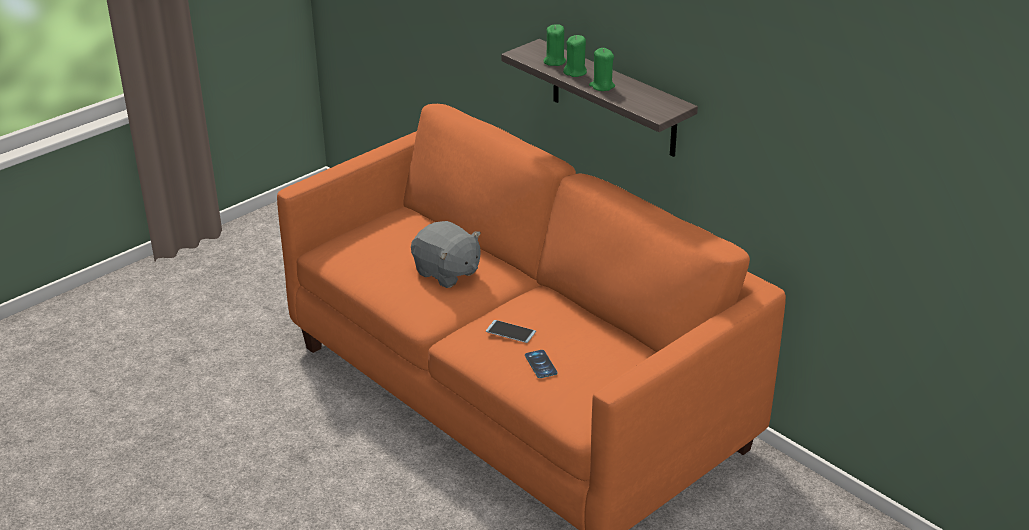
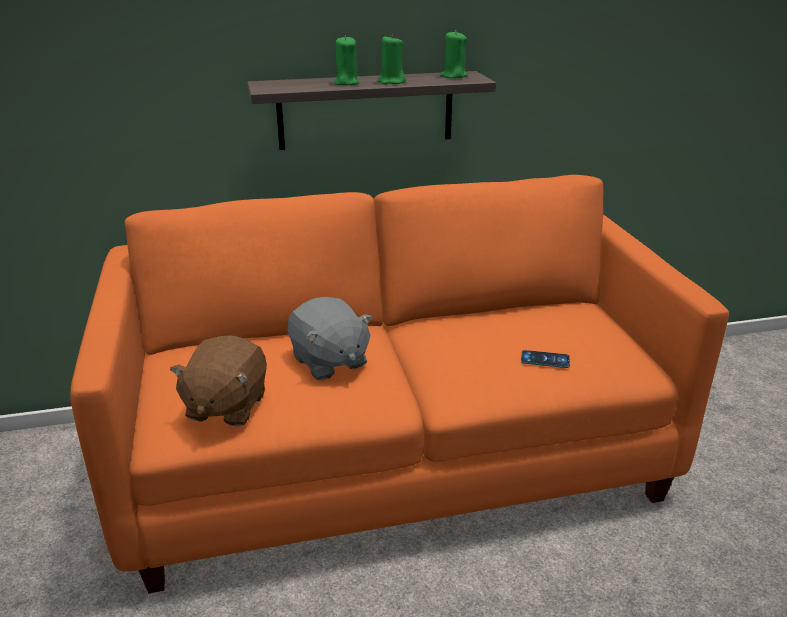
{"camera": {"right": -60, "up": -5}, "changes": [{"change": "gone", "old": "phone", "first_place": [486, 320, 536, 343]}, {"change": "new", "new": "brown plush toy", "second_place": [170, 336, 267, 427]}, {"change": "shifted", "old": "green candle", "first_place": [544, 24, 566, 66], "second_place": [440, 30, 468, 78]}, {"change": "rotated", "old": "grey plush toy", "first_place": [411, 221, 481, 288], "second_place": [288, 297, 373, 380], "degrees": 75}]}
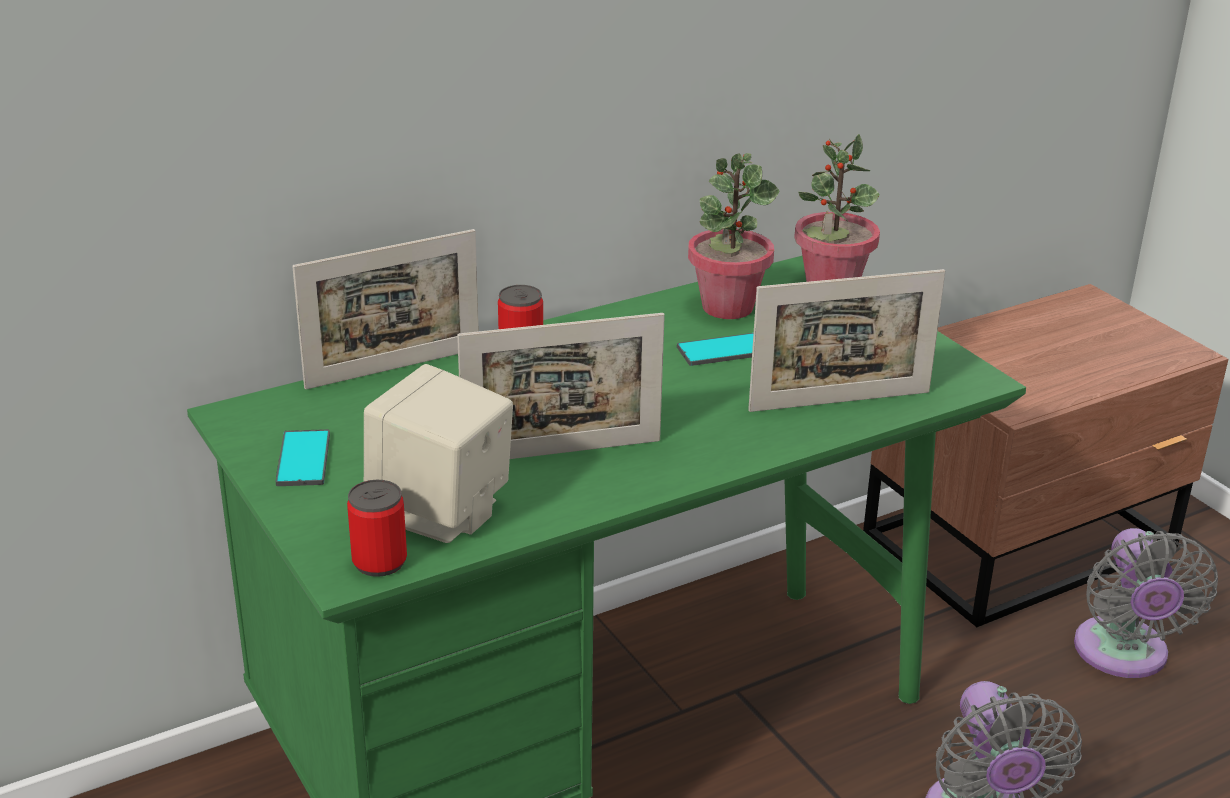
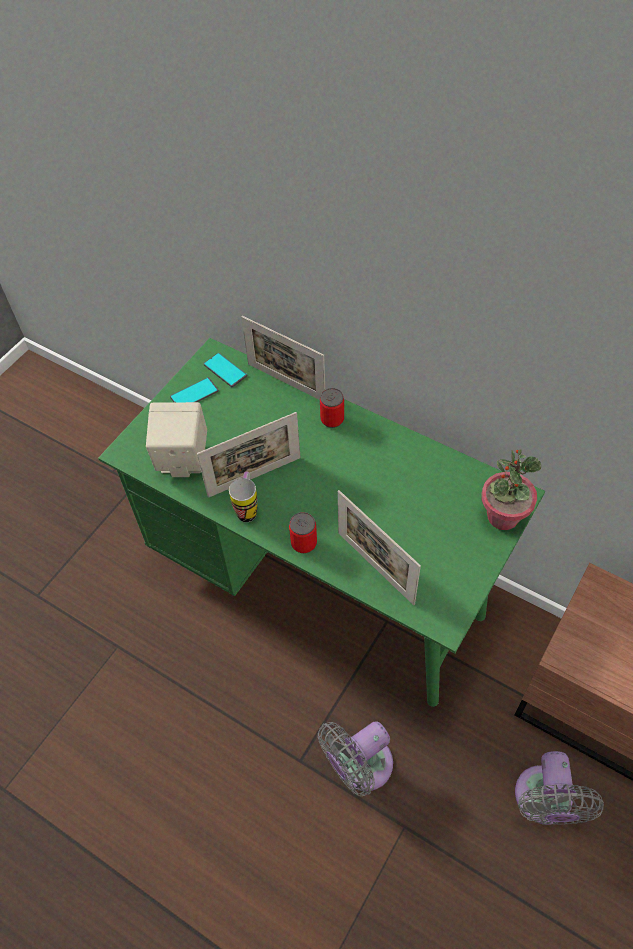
{"camera": {"right": 65, "up": 25}, "changes": [{"change": "gone", "old": "potted plant", "first_place": [688, 153, 779, 319]}, {"change": "new", "new": "mug", "second_place": [229, 472, 258, 522]}, {"change": "shifted", "old": "can", "first_place": [347, 480, 407, 577], "second_place": [289, 512, 317, 553]}, {"change": "shifted", "old": "phone", "first_place": [677, 333, 754, 366], "second_place": [203, 353, 247, 387]}, {"change": "rotated", "old": "picture frame", "first_place": [457, 313, 665, 459], "second_place": [197, 412, 301, 498], "degrees": -75}, {"change": "rotated", "old": "grey fan", "first_place": [1074, 528, 1218, 678], "second_place": [515, 751, 604, 825], "degrees": -60}]}
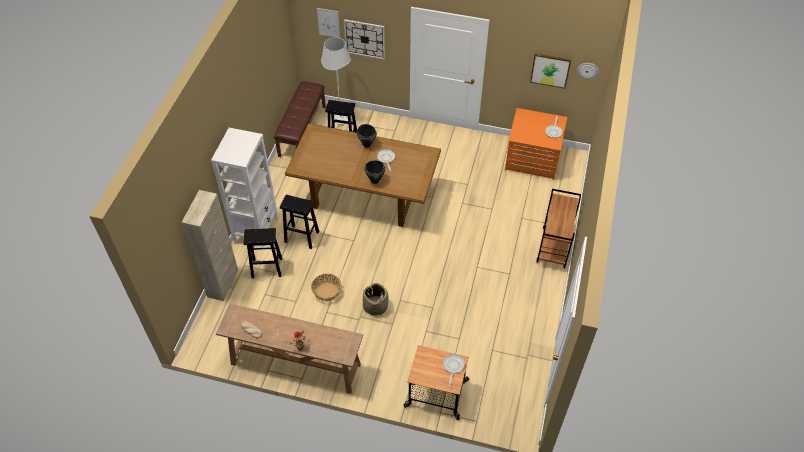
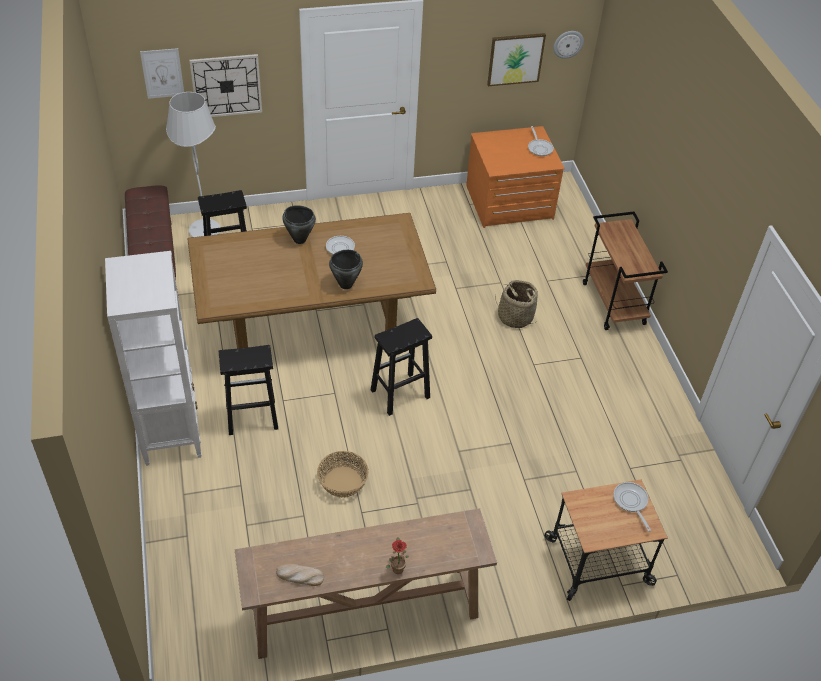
{"camera": {"right": -30, "up": -5}, "changes": [{"change": "gone", "old": "beige cabinet", "first_place": [181, 190, 238, 301]}, {"change": "shifted", "old": "black stool", "first_place": [244, 228, 282, 278], "second_place": [371, 318, 432, 416]}, {"change": "shifted", "old": "basket", "first_place": [363, 283, 389, 315], "second_place": [495, 280, 538, 328]}]}
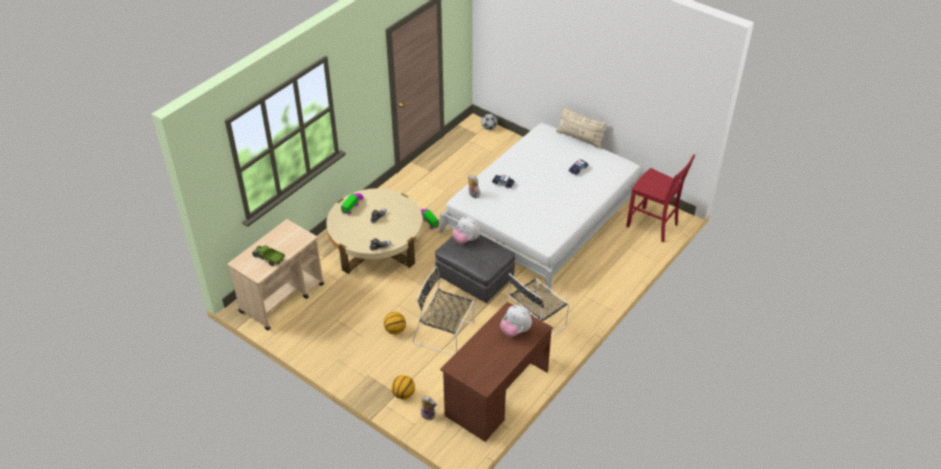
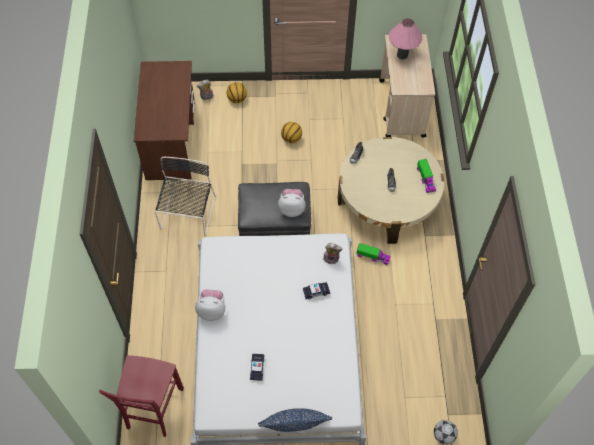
{"camera": {"right": 140, "up": 15}, "changes": [{"change": "gone", "old": "black chair", "first_place": [413, 267, 474, 356]}, {"change": "shifted", "old": "plush toy", "first_place": [500, 305, 532, 337], "second_place": [195, 290, 225, 321]}, {"change": "swapped", "old": "toy truck", "new": "pink table lamp", "first_place": [252, 245, 285, 266], "second_place": [389, 18, 422, 59]}, {"change": "repainted", "old": "beige pillow", "new": "blue pillow", "first_place": [556, 107, 607, 149], "second_place": [258, 408, 332, 432]}, {"change": "rotated", "old": "red chair", "first_place": [626, 154, 695, 242], "second_place": [99, 355, 184, 437], "degrees": -75}]}
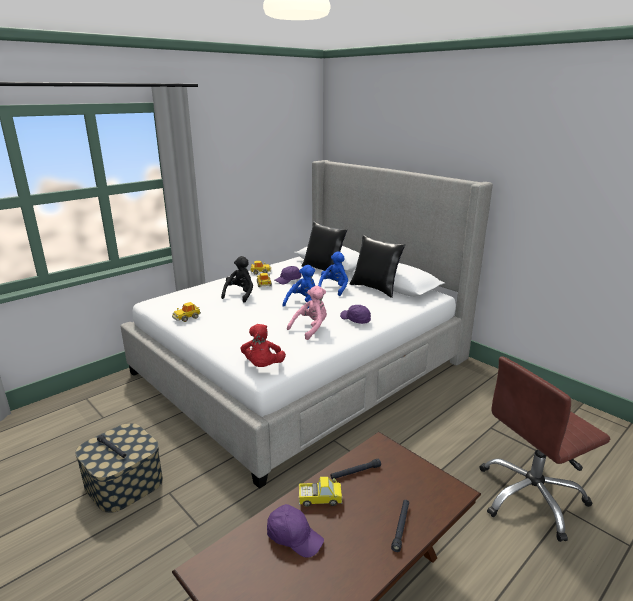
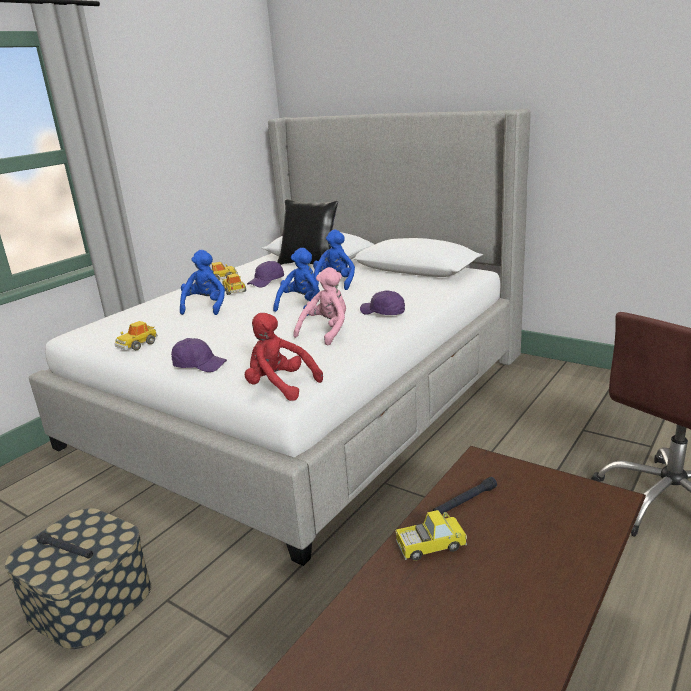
{"camera": {"right": -10, "up": 0}, "changes": [{"change": "gone", "old": "black pillow", "first_place": [350, 235, 405, 298]}, {"change": "gone", "old": "black flashlight", "first_place": [391, 500, 409, 552]}, {"change": "shifted", "old": "purple cap", "first_place": [267, 504, 324, 558], "second_place": [171, 338, 227, 372]}, {"change": "repainted", "old": "black plush toy", "new": "blue plush toy", "first_place": [221, 256, 253, 303], "second_place": [180, 250, 225, 315]}, {"change": "rotated", "old": "red plush toy", "first_place": [240, 324, 286, 367], "second_place": [245, 313, 323, 401], "degrees": 135}]}
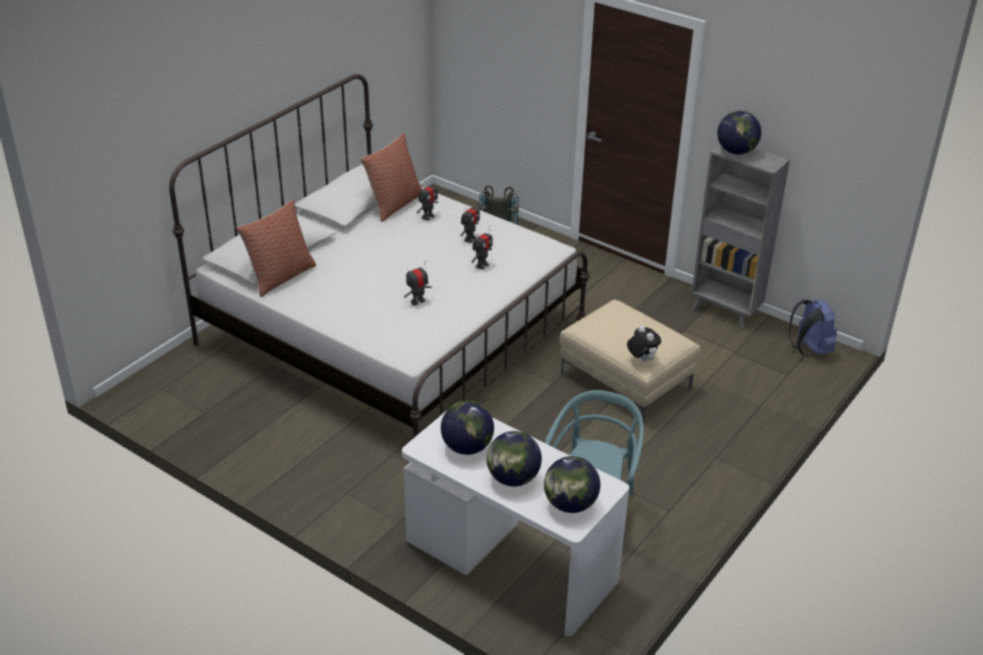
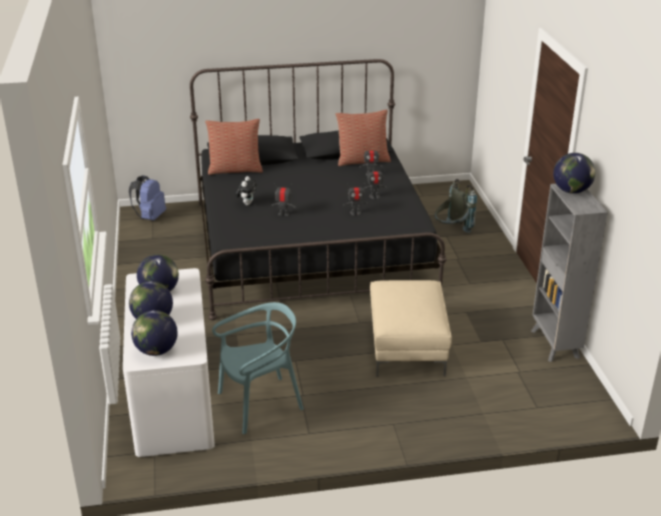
{"camera": {"right": 45, "up": -5}, "changes": [{"change": "shifted", "old": "plush toy", "first_place": [627, 326, 661, 362], "second_place": [235, 176, 257, 205]}, {"change": "shifted", "old": "blue backpack", "first_place": [789, 300, 837, 356], "second_place": [129, 175, 166, 221]}, {"change": "repainted", "old": "white bed", "new": "black bed", "first_place": [169, 74, 590, 438], "second_place": [190, 59, 447, 320]}]}
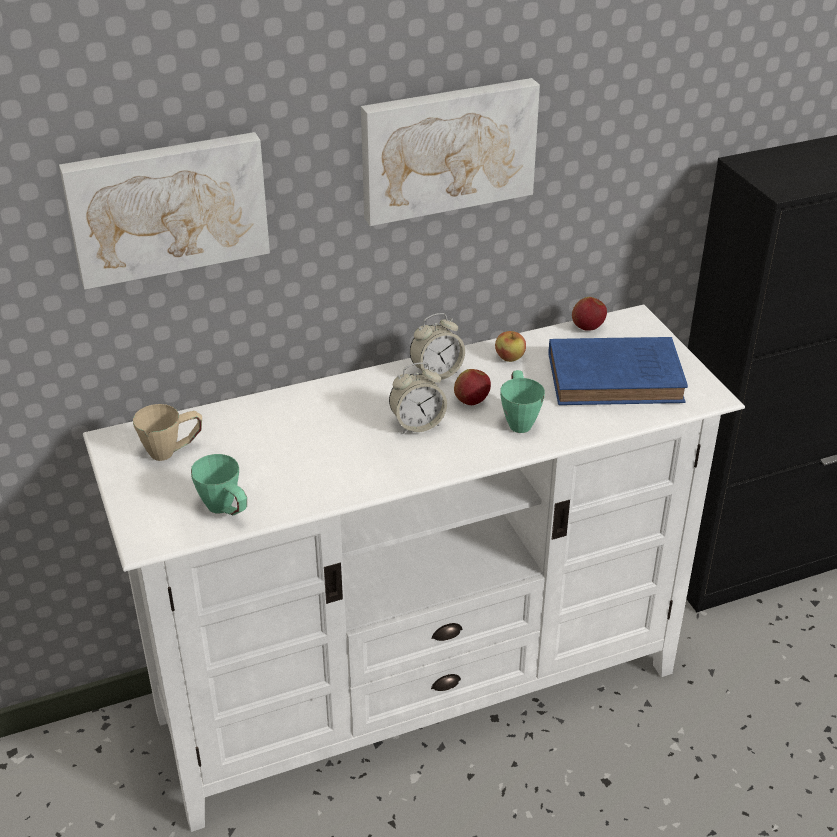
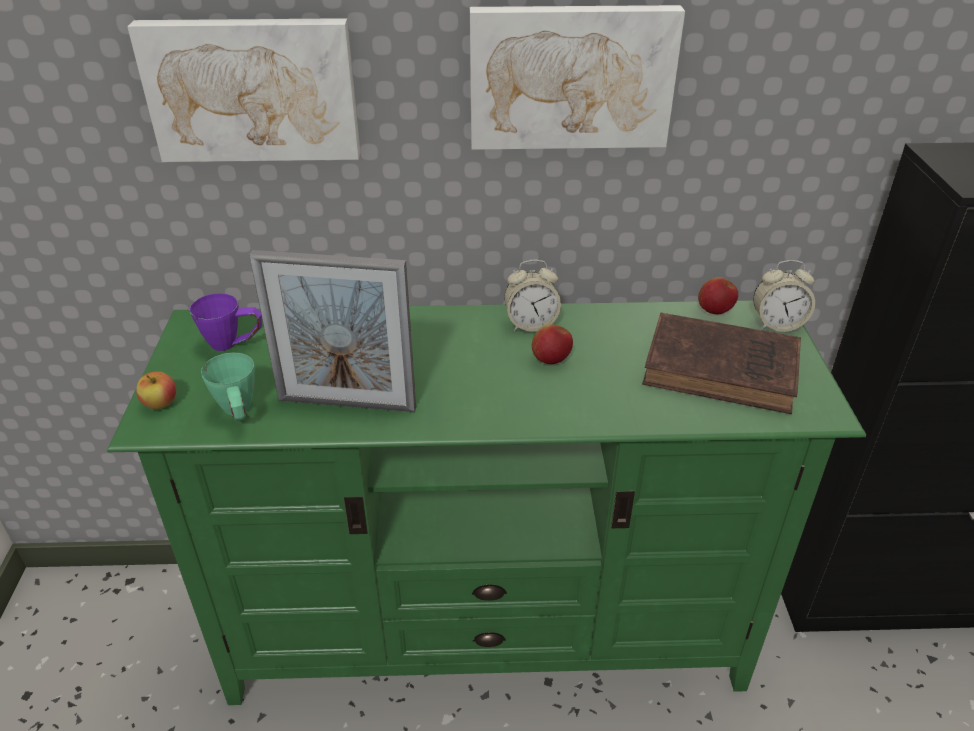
{"camera": {"right": 20, "up": 0}, "changes": [{"change": "gone", "old": "green mug", "first_place": [500, 370, 545, 433]}, {"change": "new", "new": "picture frame", "second_place": [249, 250, 416, 412]}, {"change": "shifted", "old": "alarm clock", "first_place": [389, 363, 447, 434], "second_place": [753, 260, 815, 332]}, {"change": "shifted", "old": "apple", "first_place": [495, 331, 526, 362], "second_place": [136, 372, 176, 409]}, {"change": "repainted", "old": "white tv stand", "new": "green tv stand", "first_place": [83, 304, 745, 832], "second_place": [107, 300, 866, 705]}, {"change": "repainted", "old": "beige mug", "new": "purple mug", "first_place": [133, 404, 202, 461], "second_place": [190, 293, 262, 351]}, {"change": "repainted", "old": "blue book", "new": "brown book", "first_place": [548, 337, 688, 405], "second_place": [642, 312, 801, 414]}]}
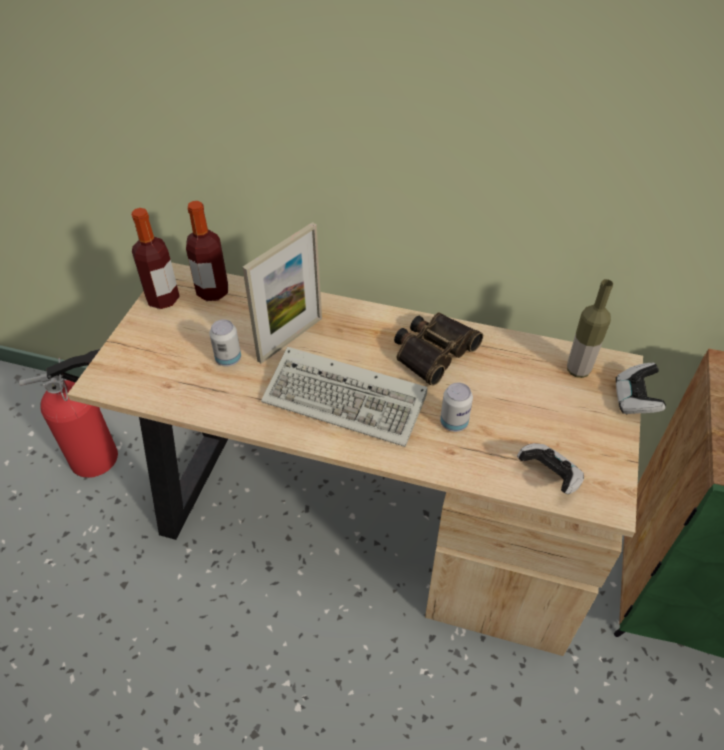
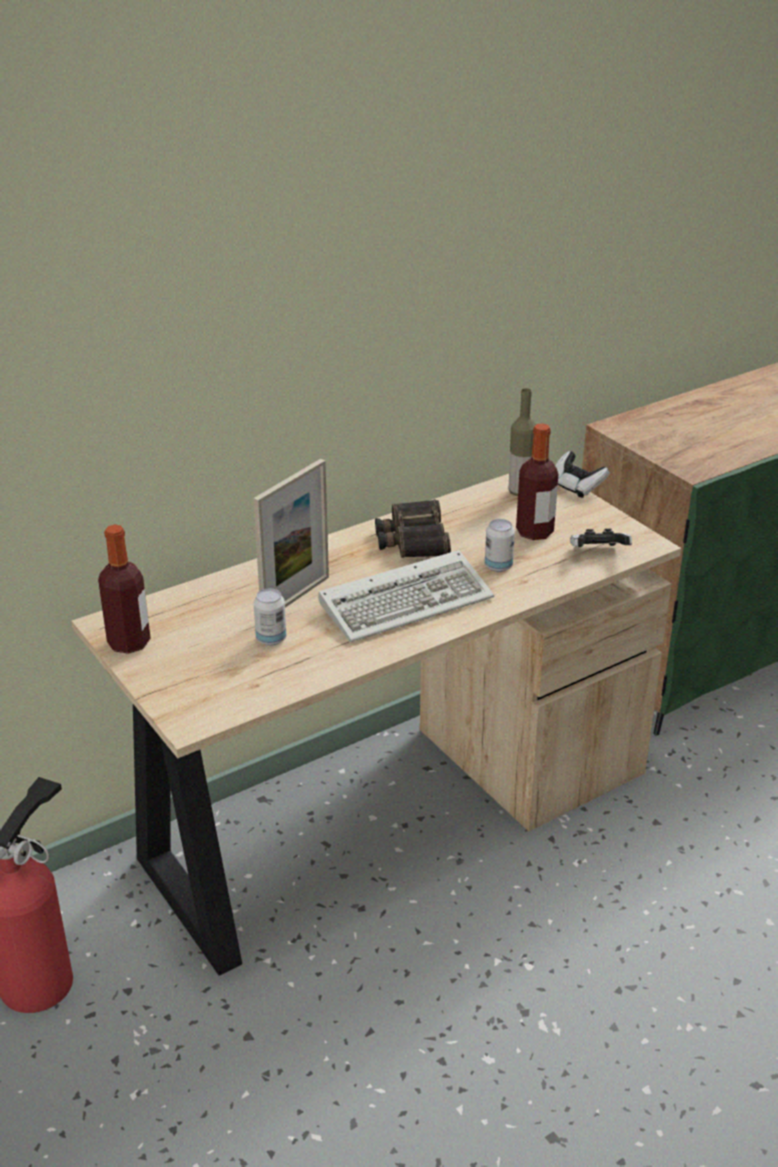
{"camera": {"right": -50, "up": -15}, "changes": [{"change": "shifted", "old": "bottle", "first_place": [186, 201, 228, 301], "second_place": [516, 423, 558, 540]}, {"change": "rotated", "old": "picture frame", "first_place": [242, 222, 322, 364], "second_place": [253, 459, 329, 608], "degrees": 45}]}
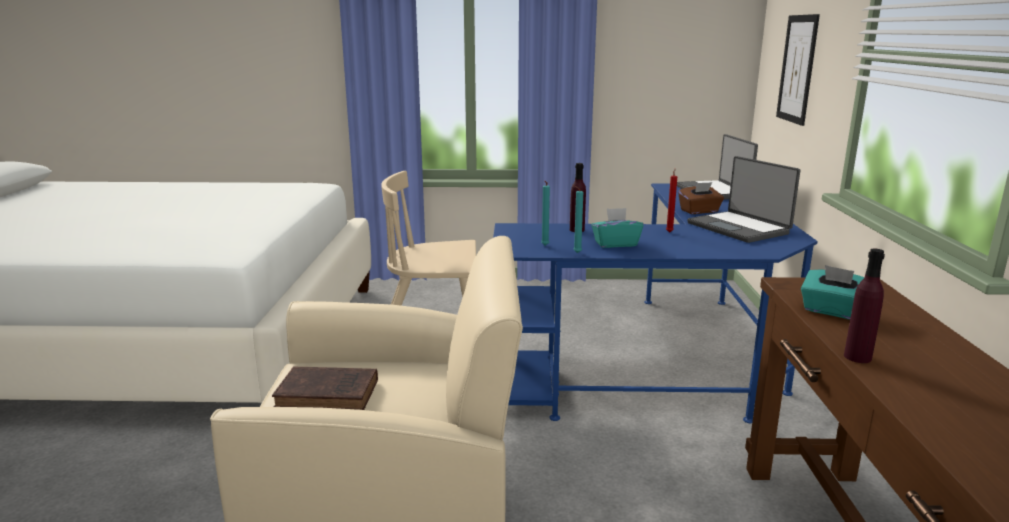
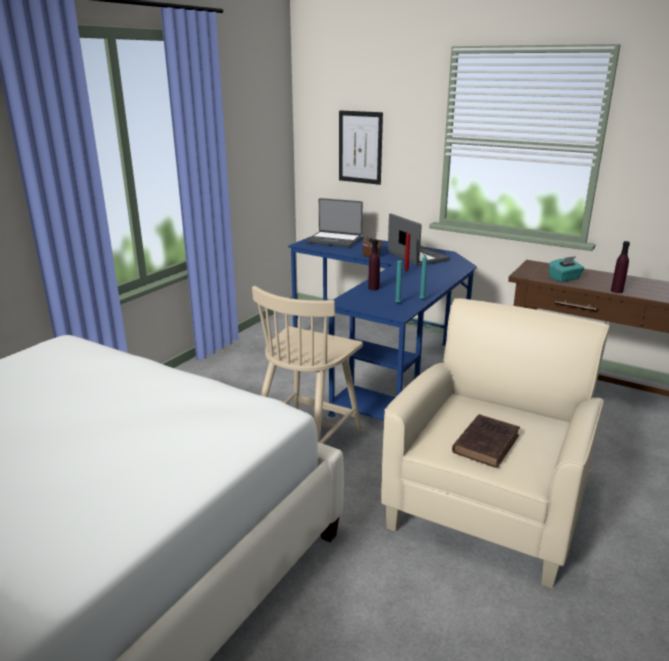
{"camera": {"right": -60, "up": 5}, "changes": [{"change": "gone", "old": "turquoise tissue box", "first_place": [591, 208, 644, 248]}, {"change": "rotated", "old": "laptop", "first_place": [687, 156, 800, 243], "second_place": [388, 214, 450, 266], "degrees": -120}]}
